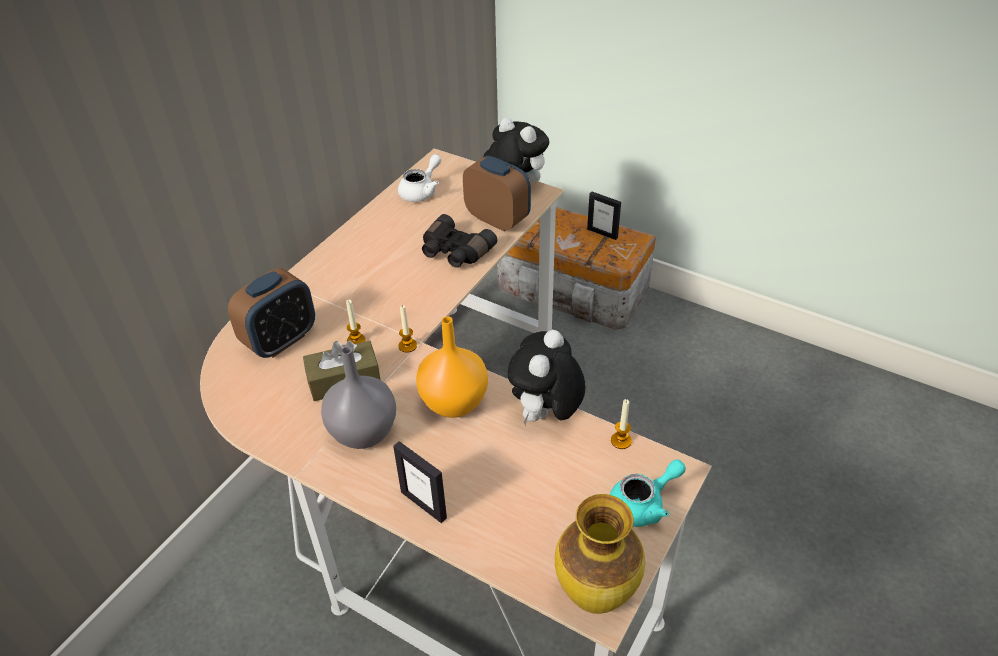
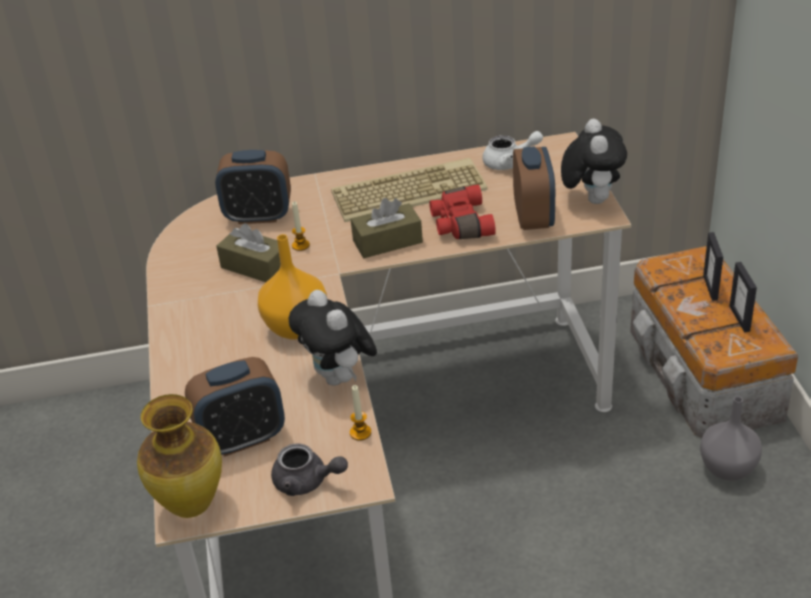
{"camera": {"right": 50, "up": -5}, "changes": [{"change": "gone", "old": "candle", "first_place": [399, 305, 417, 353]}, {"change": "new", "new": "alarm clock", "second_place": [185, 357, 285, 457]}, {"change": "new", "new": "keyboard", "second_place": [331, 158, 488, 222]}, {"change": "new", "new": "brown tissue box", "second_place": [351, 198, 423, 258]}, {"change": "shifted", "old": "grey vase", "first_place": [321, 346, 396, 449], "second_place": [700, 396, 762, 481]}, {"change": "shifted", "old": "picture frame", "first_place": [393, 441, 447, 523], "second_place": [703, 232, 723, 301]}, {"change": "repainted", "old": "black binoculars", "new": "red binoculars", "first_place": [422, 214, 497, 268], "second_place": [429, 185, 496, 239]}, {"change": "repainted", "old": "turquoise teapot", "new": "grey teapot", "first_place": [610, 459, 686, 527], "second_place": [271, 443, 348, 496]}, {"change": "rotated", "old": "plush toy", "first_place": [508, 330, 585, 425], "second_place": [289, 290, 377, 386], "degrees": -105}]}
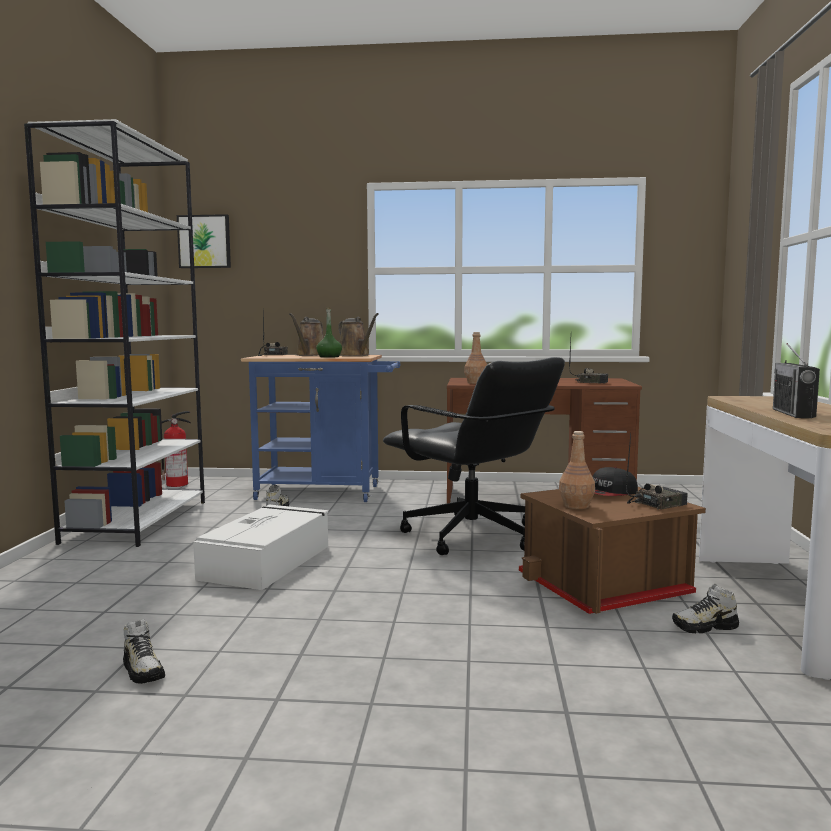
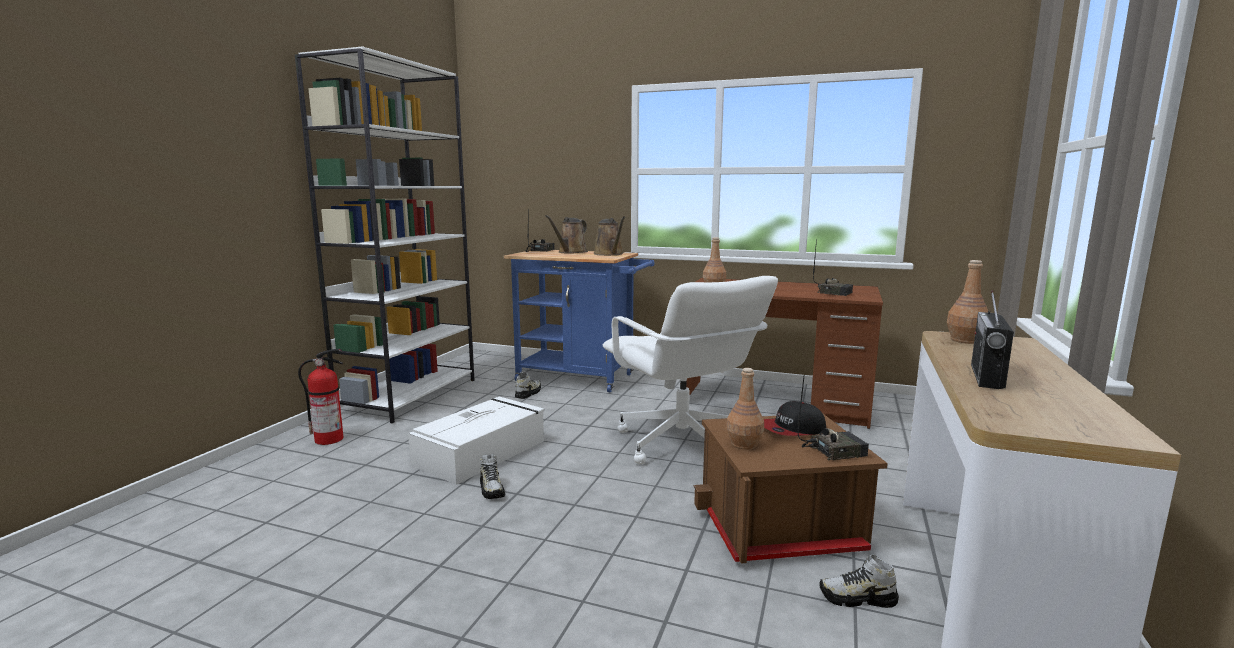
{"camera": {"right": 15, "up": 5}, "changes": [{"change": "gone", "old": "picture", "first_place": [177, 214, 231, 268]}, {"change": "gone", "old": "green bottle", "first_place": [316, 307, 342, 358]}, {"change": "new", "new": "brown bottle", "second_place": [947, 260, 988, 344]}, {"change": "shifted", "old": "shoe", "first_place": [123, 619, 165, 684], "second_place": [480, 454, 505, 499]}, {"change": "shifted", "old": "fire extinguisher", "first_place": [162, 411, 191, 487], "second_place": [298, 349, 344, 445]}, {"change": "repainted", "old": "black office chair", "new": "white office chair", "first_place": [383, 357, 565, 555], "second_place": [603, 276, 778, 464]}]}
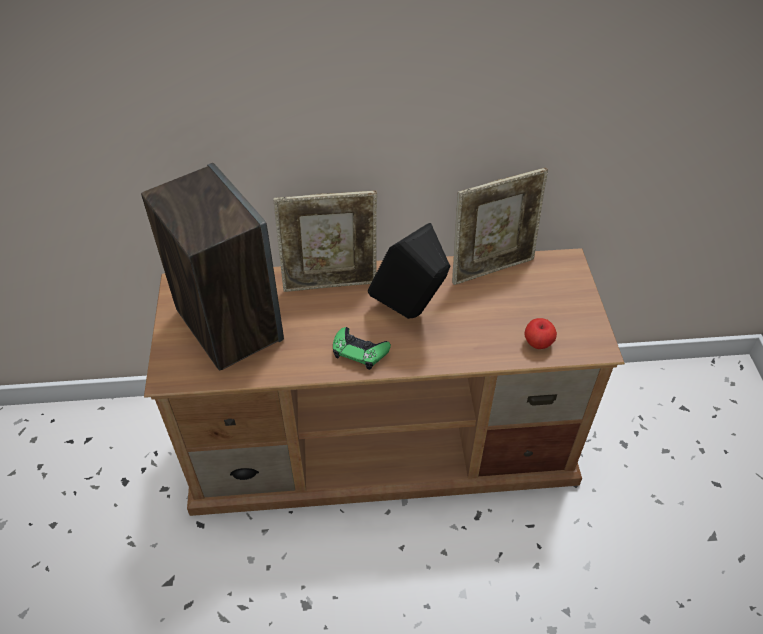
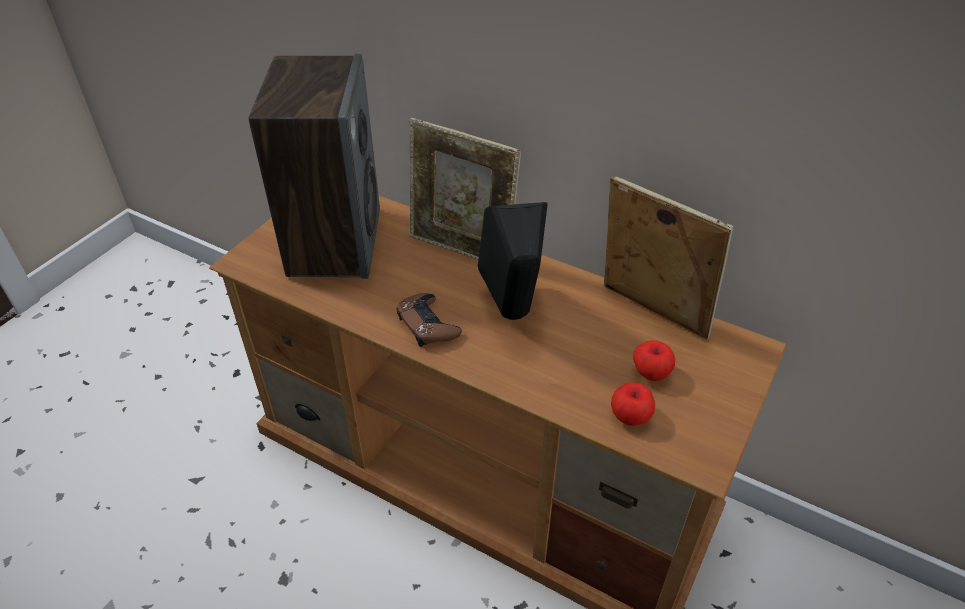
{"camera": {"right": 35, "up": -5}, "changes": [{"change": "new", "new": "apple", "second_place": [633, 340, 675, 381]}, {"change": "repainted", "old": "green game controller", "new": "brown game controller", "first_place": [333, 327, 391, 370], "second_place": [396, 293, 462, 347]}, {"change": "rotated", "old": "picture frame", "first_place": [452, 167, 548, 285], "second_place": [604, 175, 734, 340], "degrees": -150}]}
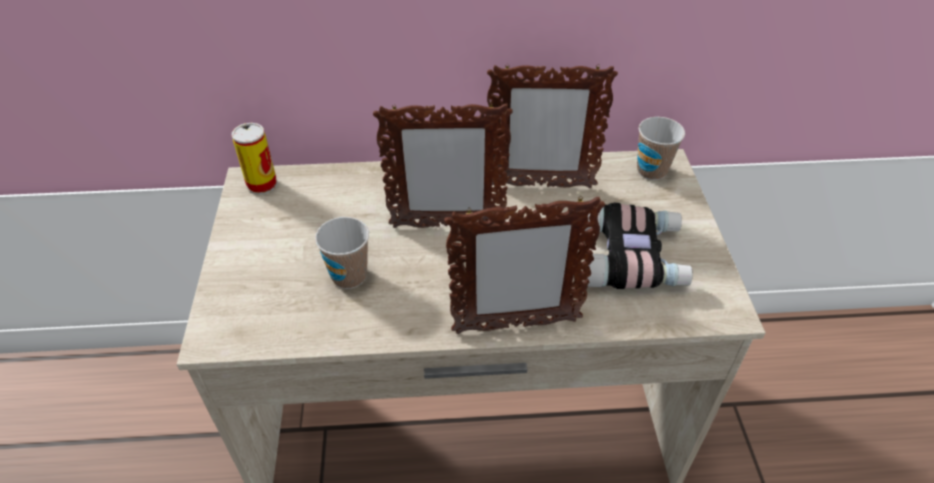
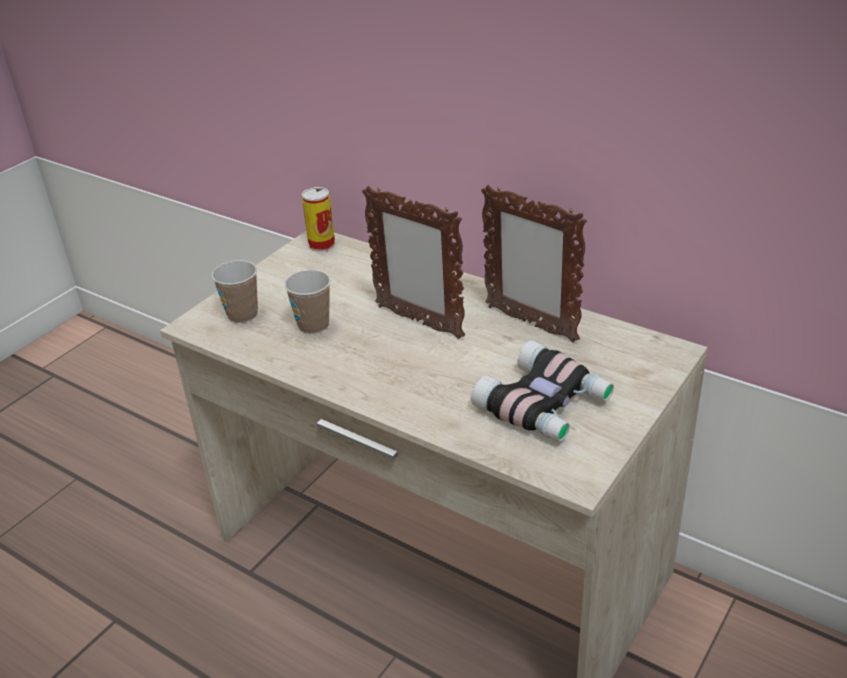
{"camera": {"right": 40, "up": -10}, "changes": [{"change": "gone", "old": "picture frame", "first_place": [444, 196, 605, 334]}, {"change": "shifted", "old": "cup", "first_place": [637, 117, 685, 180], "second_place": [212, 260, 258, 323]}]}
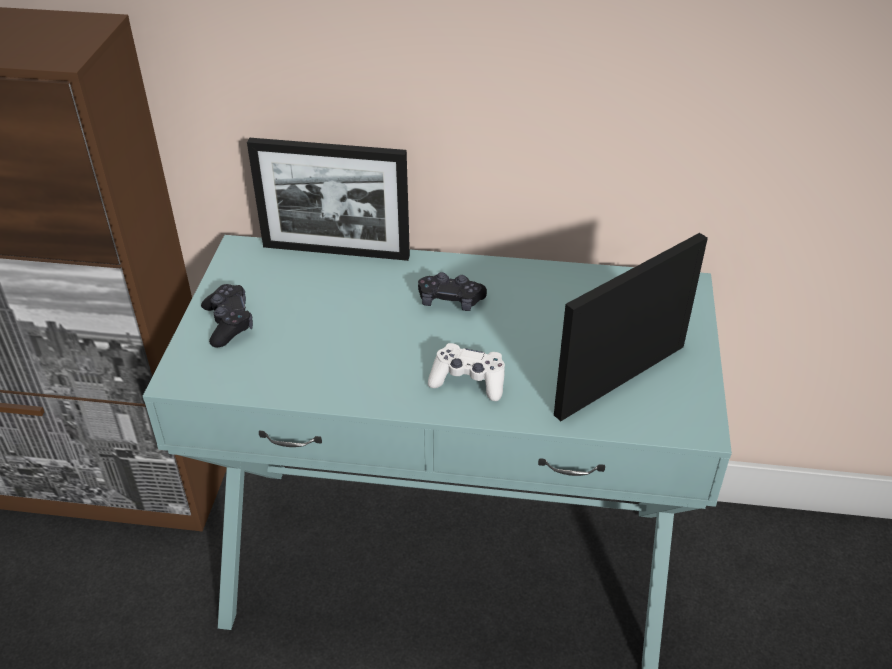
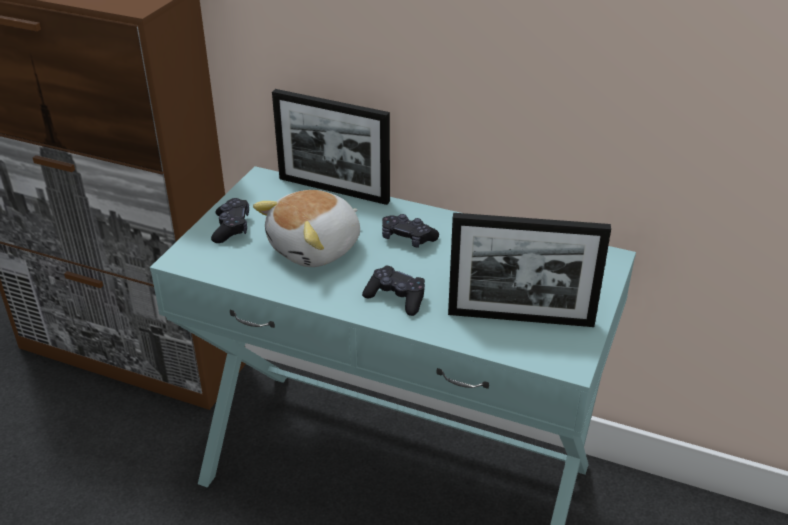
{"camera": {"right": 15, "up": -5}, "changes": [{"change": "new", "new": "plush toy", "second_place": [253, 190, 360, 267]}, {"change": "repainted", "old": "white game controller", "new": "black game controller", "first_place": [428, 343, 505, 401], "second_place": [362, 266, 425, 316]}, {"change": "rotated", "old": "picture frame", "first_place": [554, 233, 708, 421], "second_place": [448, 213, 611, 327], "degrees": -150}]}
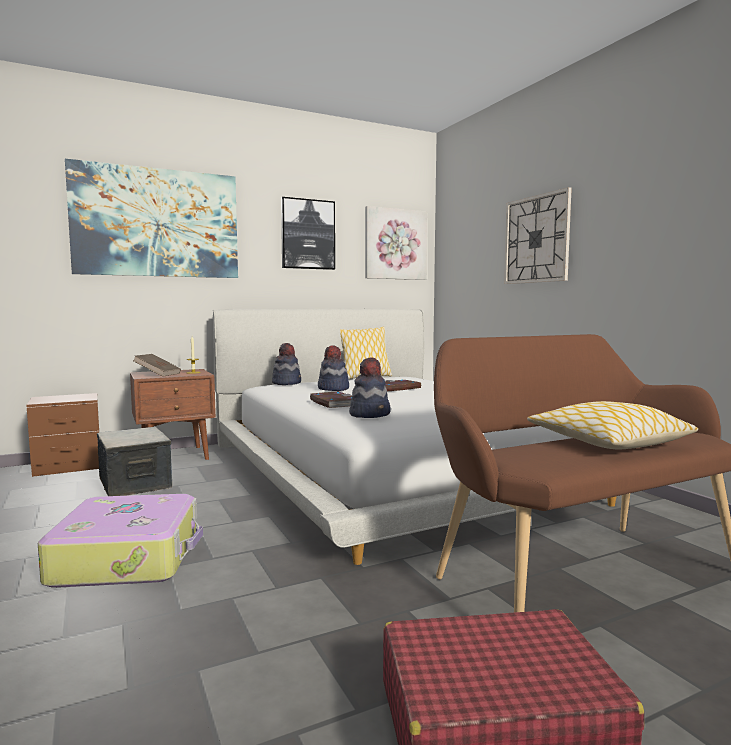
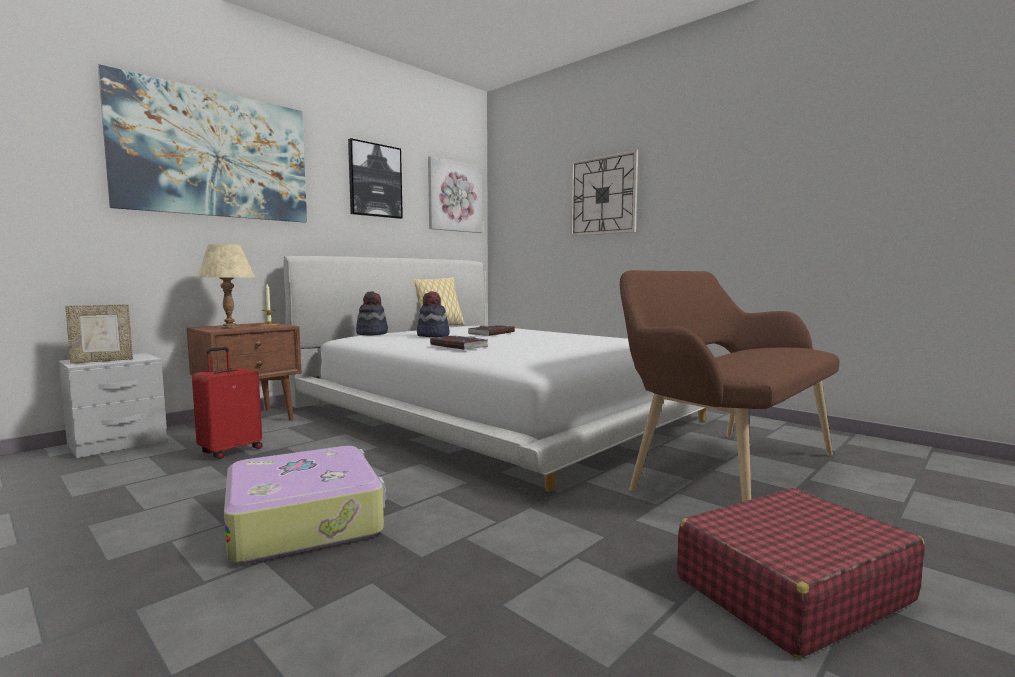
{"camera": {"right": -20, "up": 0}, "changes": [{"change": "gone", "old": "hat", "first_place": [349, 357, 391, 418]}, {"change": "gone", "old": "pillow", "first_place": [527, 401, 698, 450]}, {"change": "new", "new": "picture frame", "second_place": [65, 304, 133, 364]}, {"change": "swapped", "old": "storage box", "new": "red suitcase", "first_place": [97, 427, 172, 496], "second_place": [192, 347, 262, 459]}, {"change": "swapped", "old": "brown book", "new": "beige table lamp", "first_place": [133, 354, 181, 377], "second_place": [197, 244, 255, 329]}, {"change": "repainted", "old": "brown nightstand", "new": "grey nightstand", "first_place": [26, 393, 99, 477], "second_place": [59, 353, 167, 458]}]}
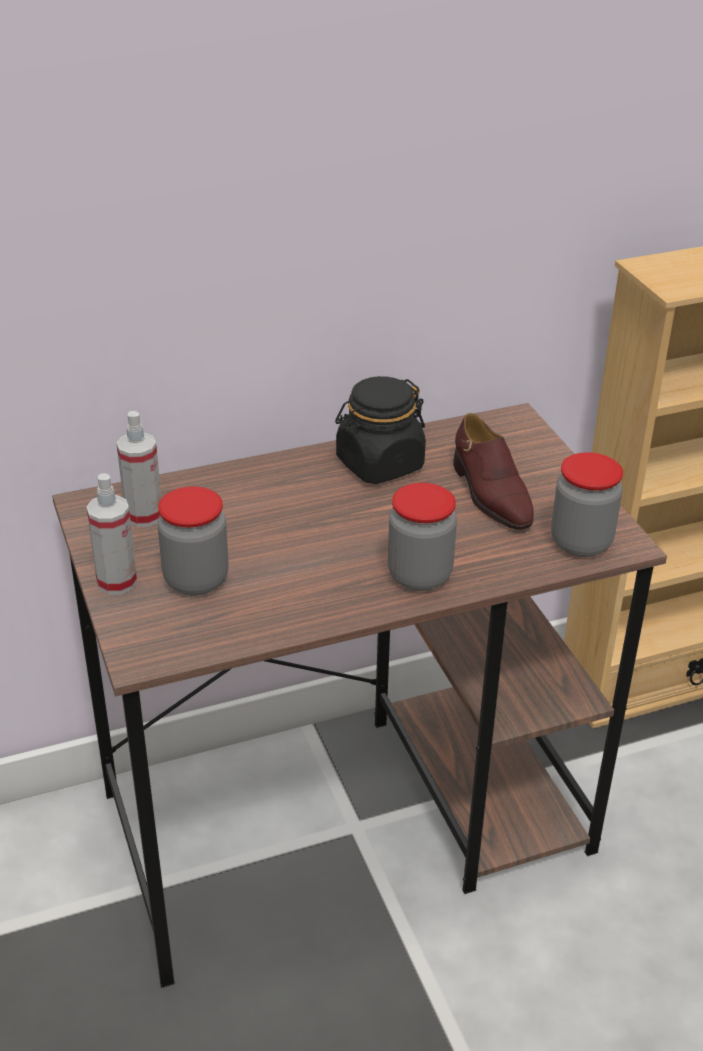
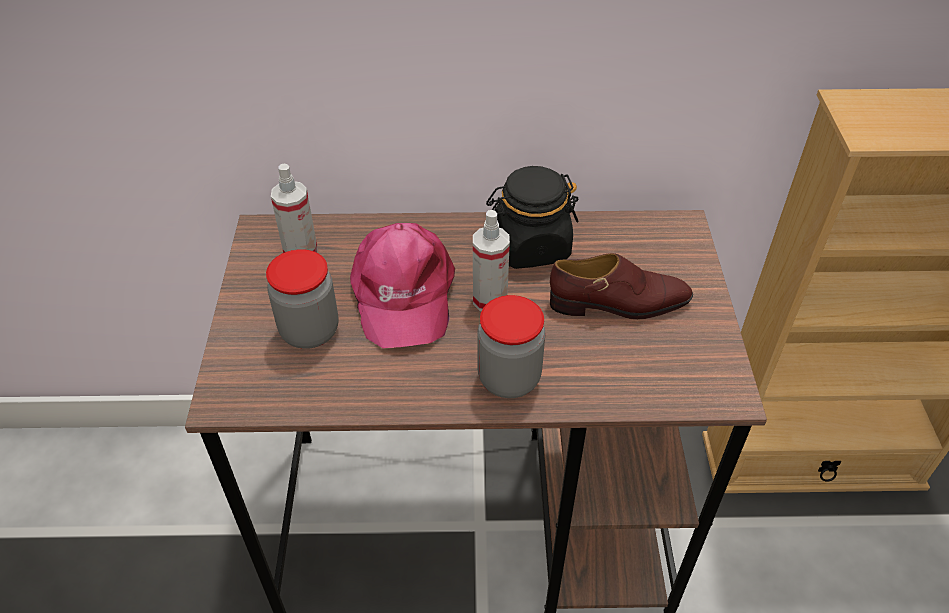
{"camera": {"right": 20, "up": 10}, "changes": [{"change": "gone", "old": "jar", "first_place": [551, 452, 623, 557]}, {"change": "new", "new": "pink cap", "second_place": [350, 223, 455, 348]}, {"change": "shifted", "old": "spray bottle", "first_place": [87, 473, 137, 595], "second_place": [473, 210, 510, 311]}, {"change": "rotated", "old": "brown shoe", "first_place": [453, 413, 534, 530], "second_place": [550, 253, 693, 320], "degrees": -90}]}
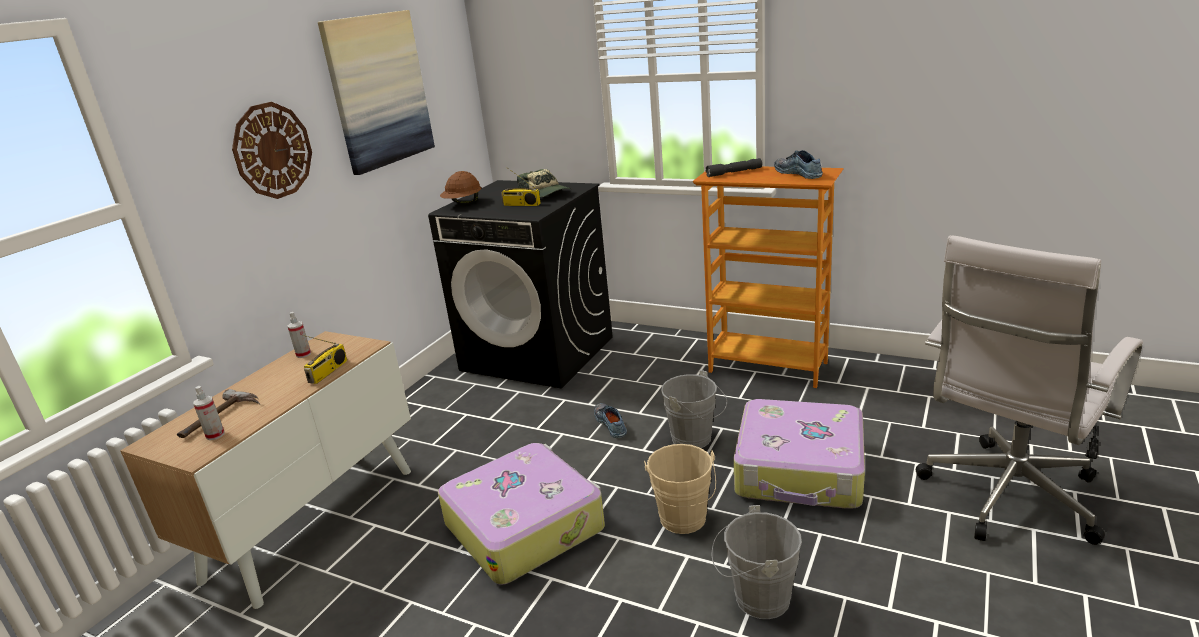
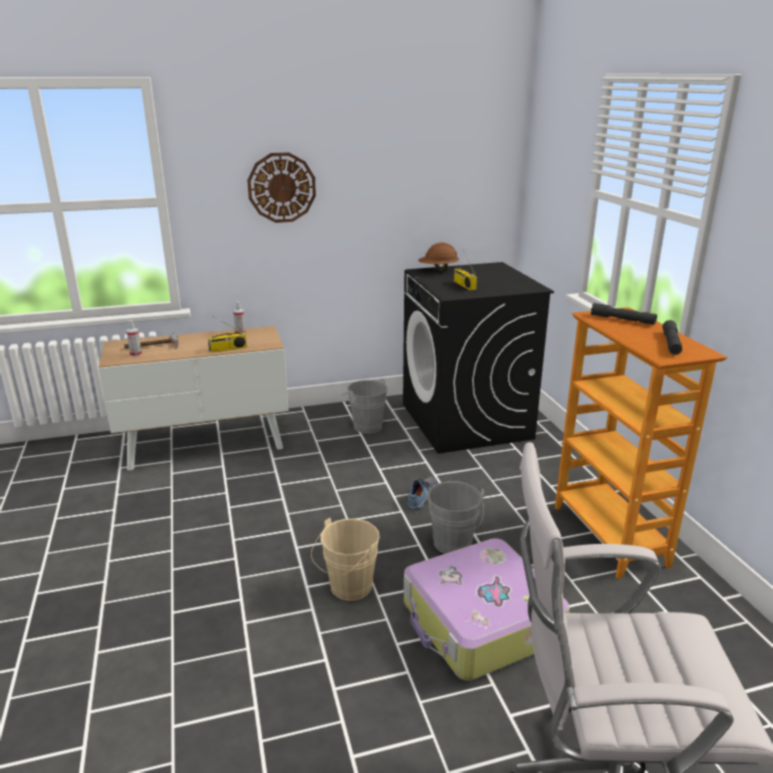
{"camera": {"right": 45, "up": 0}, "changes": [{"change": "gone", "old": "picture", "first_place": [318, 10, 435, 175]}, {"change": "gone", "old": "suitcase", "first_place": [438, 443, 605, 585]}, {"change": "gone", "old": "cap", "first_place": [517, 169, 571, 197]}, {"change": "shifted", "old": "grey bucket", "first_place": [712, 505, 802, 619], "second_place": [344, 378, 388, 433]}, {"change": "swapped", "old": "shoe", "new": "grey flashlight", "first_place": [774, 150, 823, 179], "second_place": [662, 320, 682, 355]}]}
